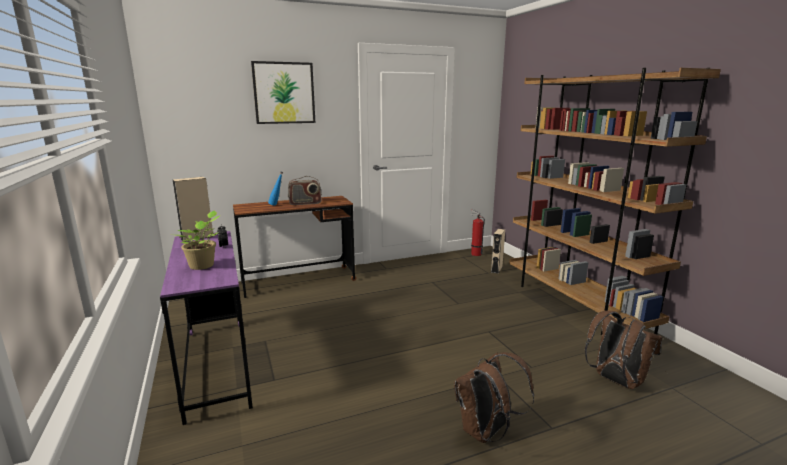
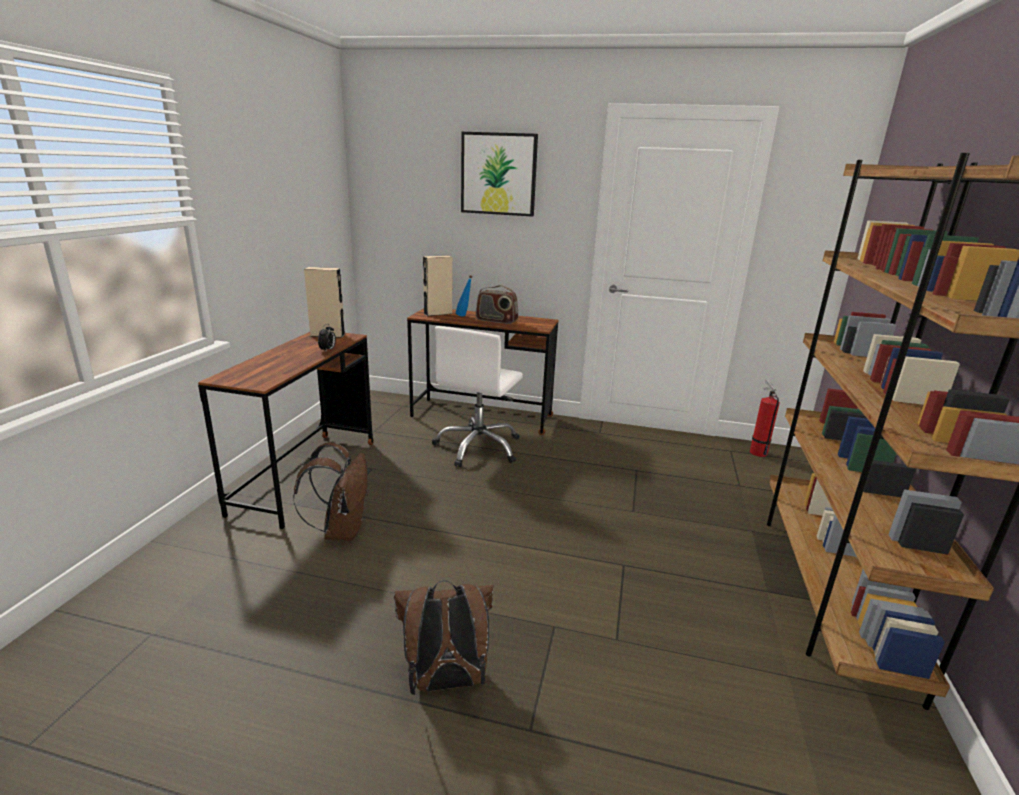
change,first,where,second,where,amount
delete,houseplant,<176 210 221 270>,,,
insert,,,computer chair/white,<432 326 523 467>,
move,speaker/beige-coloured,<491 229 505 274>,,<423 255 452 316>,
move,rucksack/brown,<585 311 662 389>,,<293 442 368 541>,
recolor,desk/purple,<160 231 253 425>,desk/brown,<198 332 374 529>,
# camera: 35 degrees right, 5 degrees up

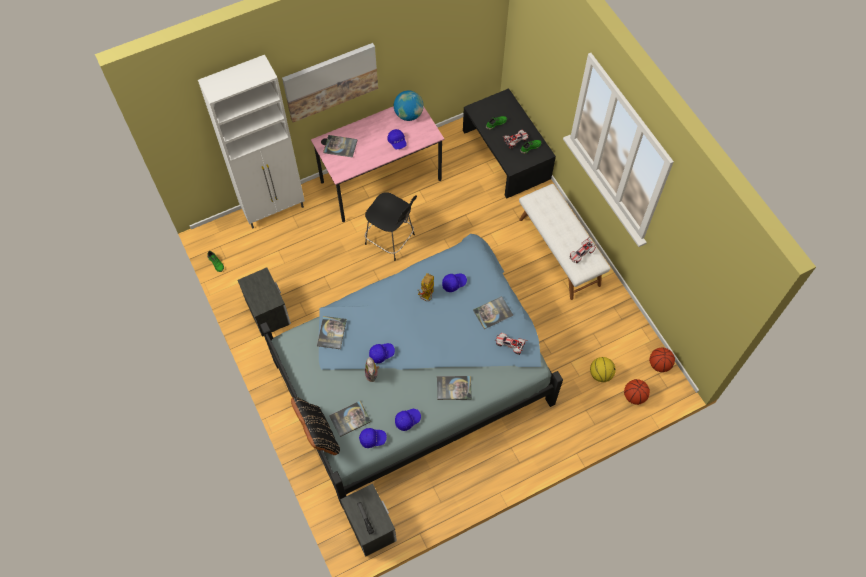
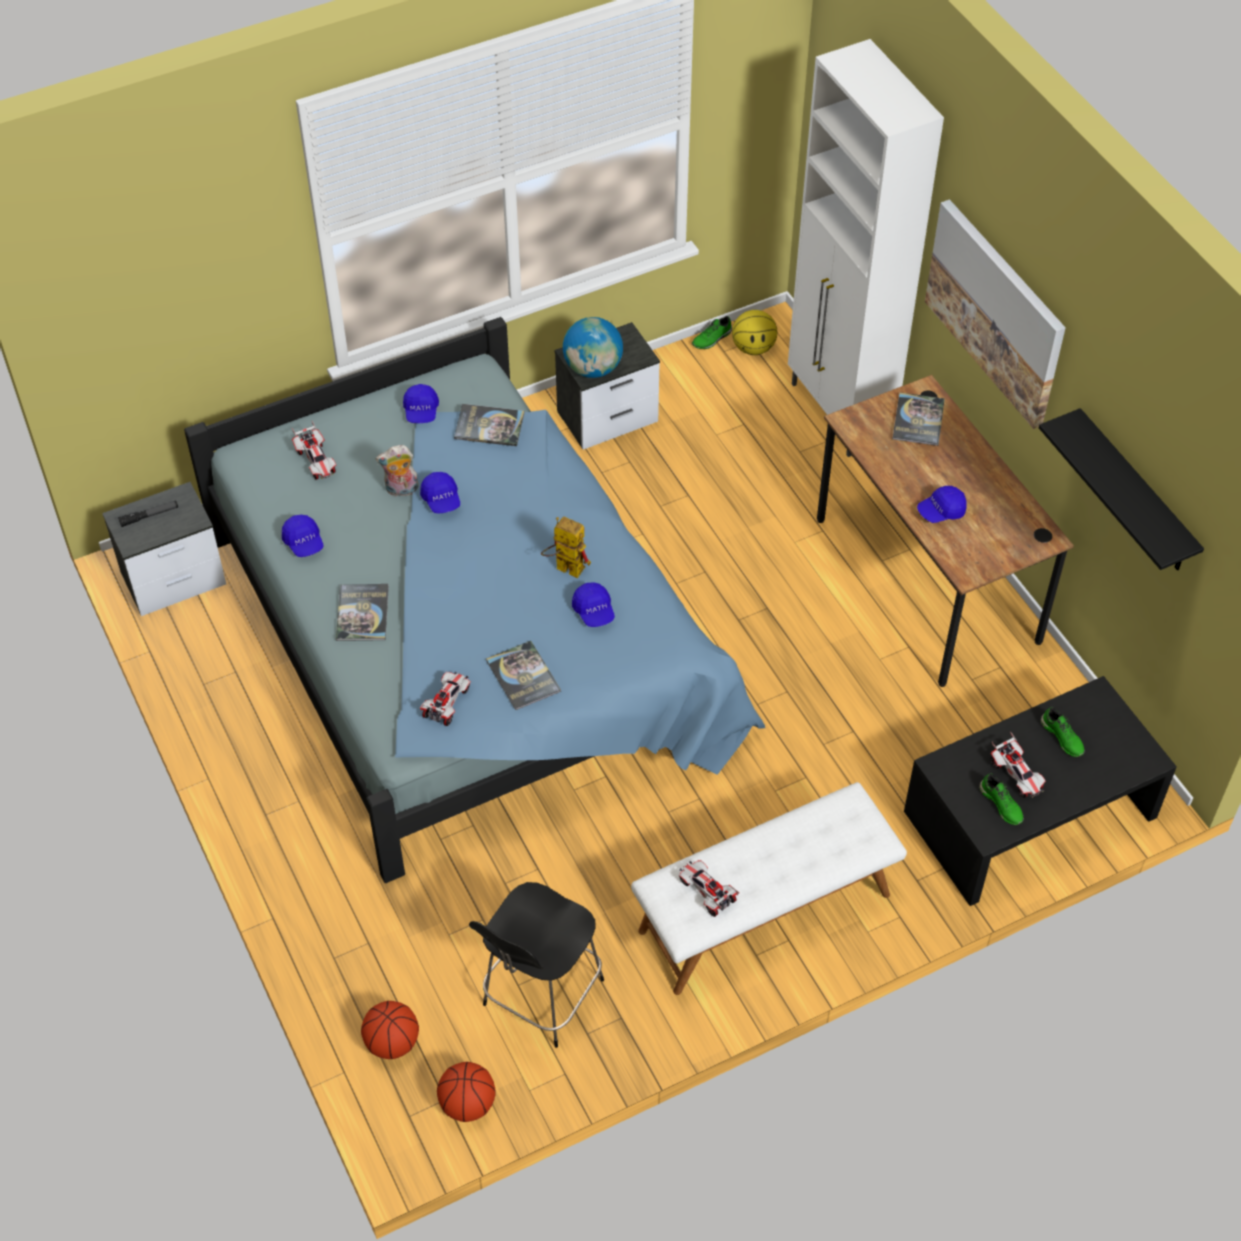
change,first,where,second,where,amount
delete,pillow/blackish,<291 396 340 455>,,,
insert,,,wall shelf/blackish,<1039 408 1204 571>,
move,baseball cap/blue-coloured,<359 428 387 448>,,<403 384 439 423>,
move,stool seat/blackish,<365 192 417 261>,,<469 882 604 1048>,
move,globe,<394 90 424 121>,,<563 317 623 378>,
move,basketball,<590 357 616 382>,,<732 310 777 355>,
replace,bound book,<329 401 371 437>,toy car,<292 421 336 479>,
recolor,desk/pink,<311 106 444 222>,desk/brown,<817 375 1074 687>,
# camera: 90 degrees right, 10 degrees down

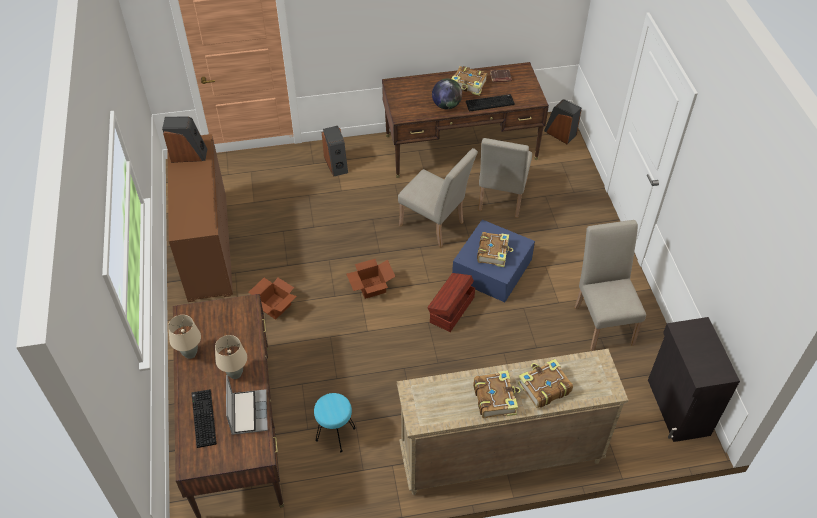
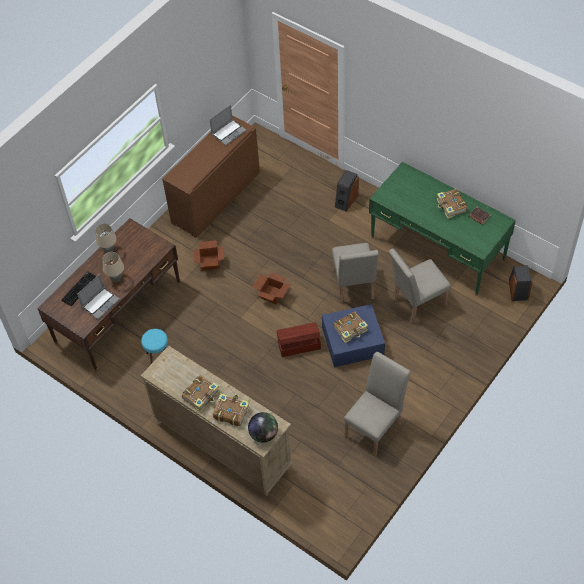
change,first,where,second,where,amount
delete,computer keyboard,<466 94 515 112>,,,
delete,cabinet/blackish,<648 317 740 442>,,,
move,globe,<432 79 462 109>,,<248 412 278 443>,
replace,speaker,<162 116 207 163>,notebook computer,<210 104 246 145>,
recolor,desk/brown,<382 62 549 178>,desk/green,<369 162 516 296>,
# camera: 50 degrees right, 5 degrees up

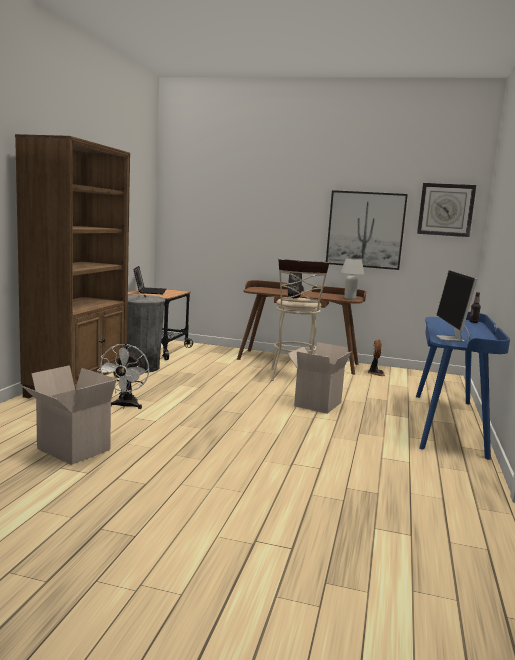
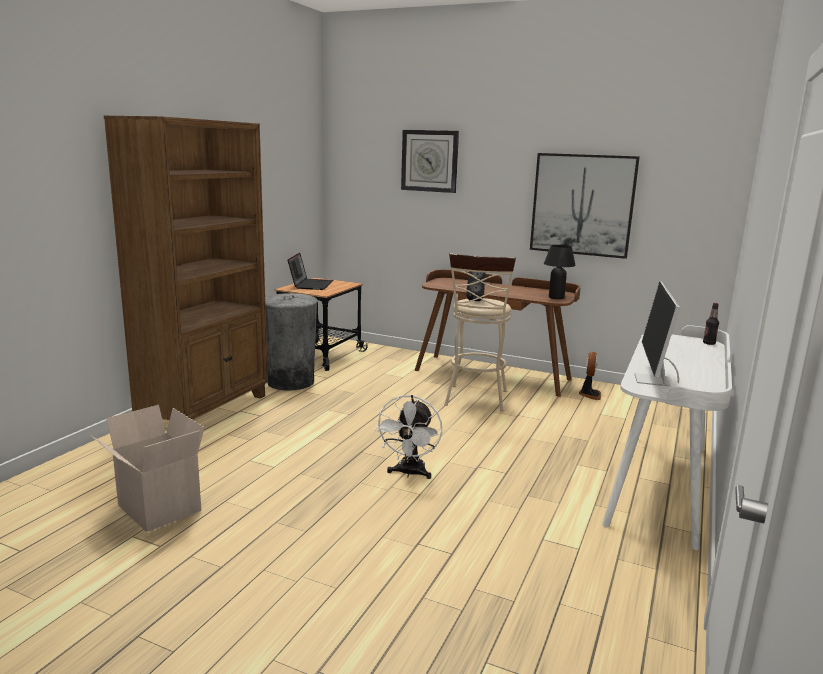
change,first,where,second,where,amount
delete,packing box,<288 342 352 414>,,,
move,cooling fan/white,<97 344 149 409>,,<375 395 442 479>,
move,hanging clock,<417 183 476 237>,,<401 130 459 193>,
recolor,table lamp/white,<341 258 364 300>,table lamp/blackish,<544 245 576 299>,
recolor,desk/blue-coloured,<416 312 510 460>,desk/white,<602 325 732 550>,
# camera: 10 degrees right, 5 degrees up

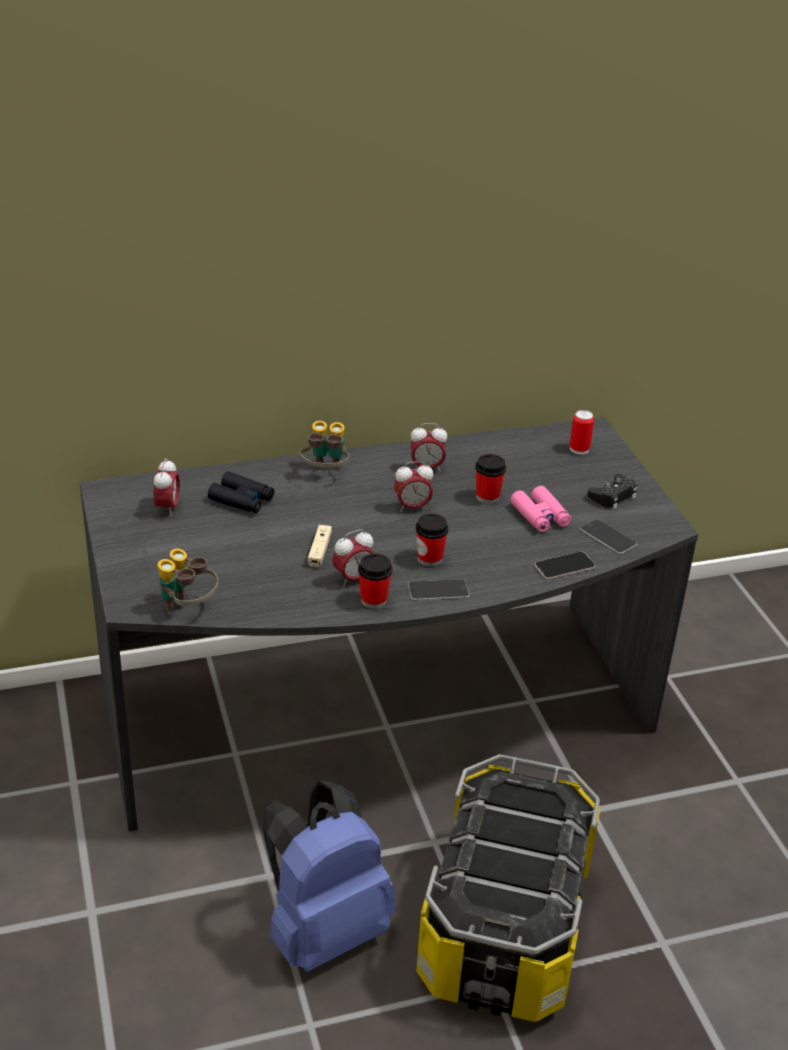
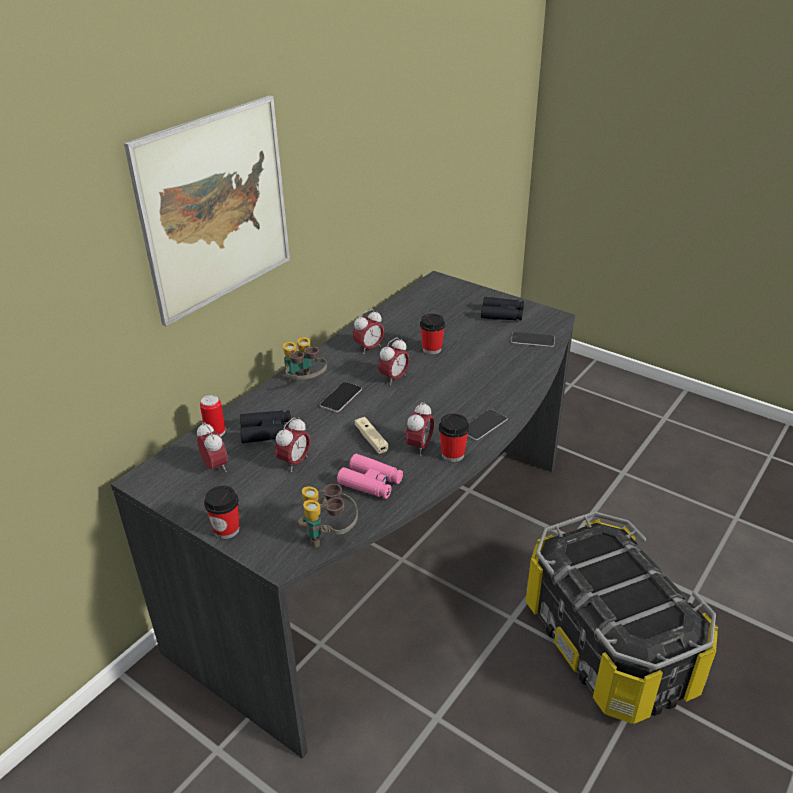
change,first,where,second,where,amount
delete,rucksack/blue-coloured,<262 781 395 972>,,,
insert,,,wall picture,<124 95 290 326>,
insert,,,table clock,<275 417 310 472>,
move,drinking cup,<416 514 449 567>,,<204 486 240 539>,
move,binoculars/pink,<510 486 571 532>,,<337 454 403 499>,
move,phone,<535 551 595 579>,,<320 382 362 412>,
move,sealed can,<570 410 594 454>,,<200 395 225 437>,
replace,joypad/blackish,<587 474 637 509>,binoculars/blackish,<481 297 524 320>,
# camera: 35 degrees left, 0 degrees up

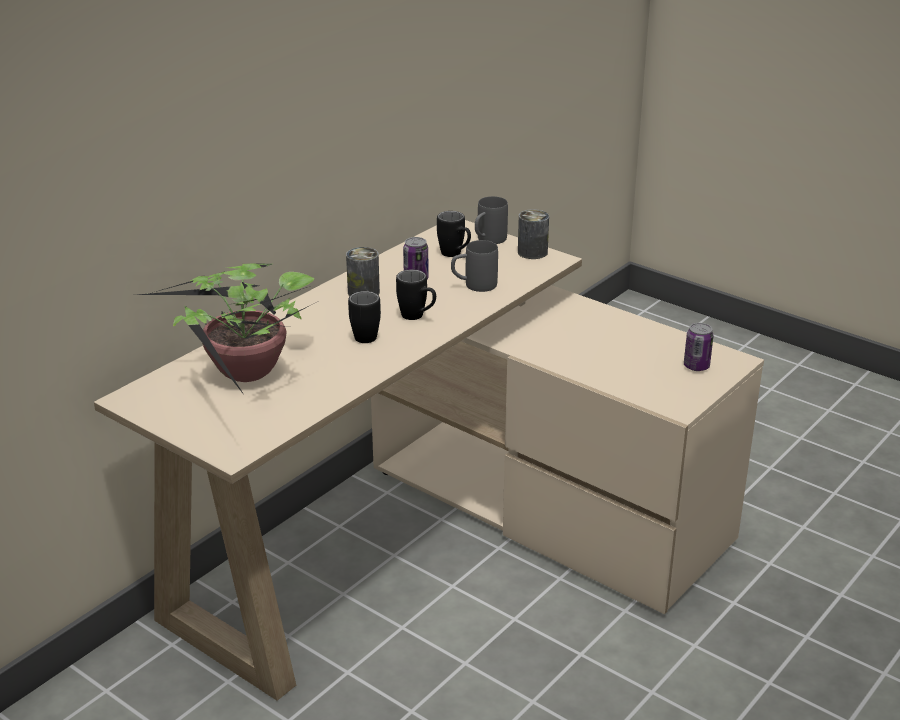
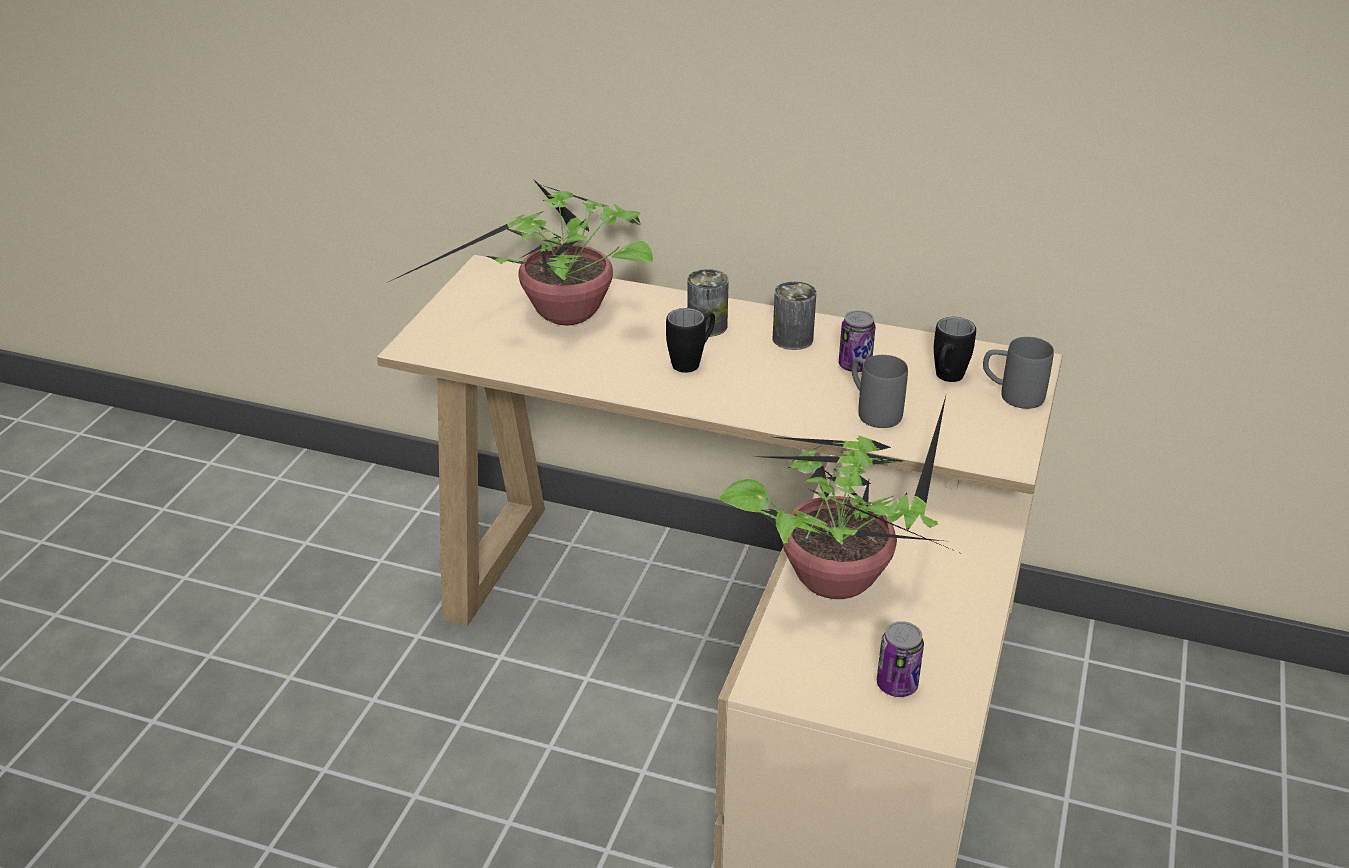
change,first,where,second,where,amount
delete,tea mug/blackish,<396 269 436 320>,,,
insert,,,houseplant,<718 396 964 599>,
move,sealed can,<518 209 549 259>,,<687 269 729 337>,
# camera: 70 degrees right, 5 degrees up

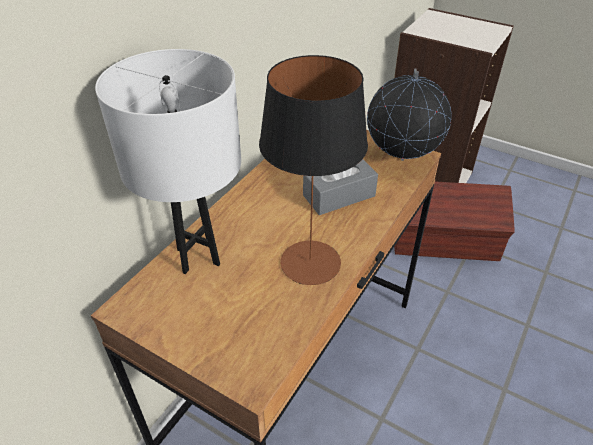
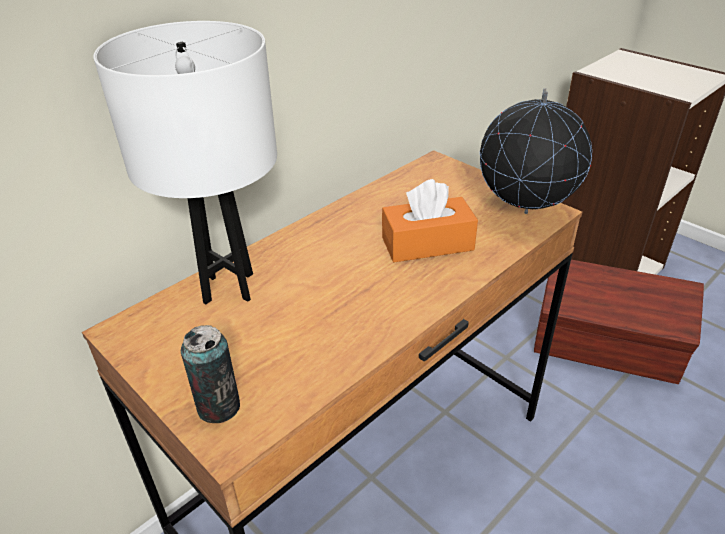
change,first,where,second,where,amount
delete,table lamp,<259 55 368 285>,,,
insert,,,sealed can,<181 325 240 423>,
recolor,tissue holder/gray,<303 159 378 215>,tissue holder/orange-coloured,<382 179 478 262>,
# camera: 15 degrees right, 5 degrees down

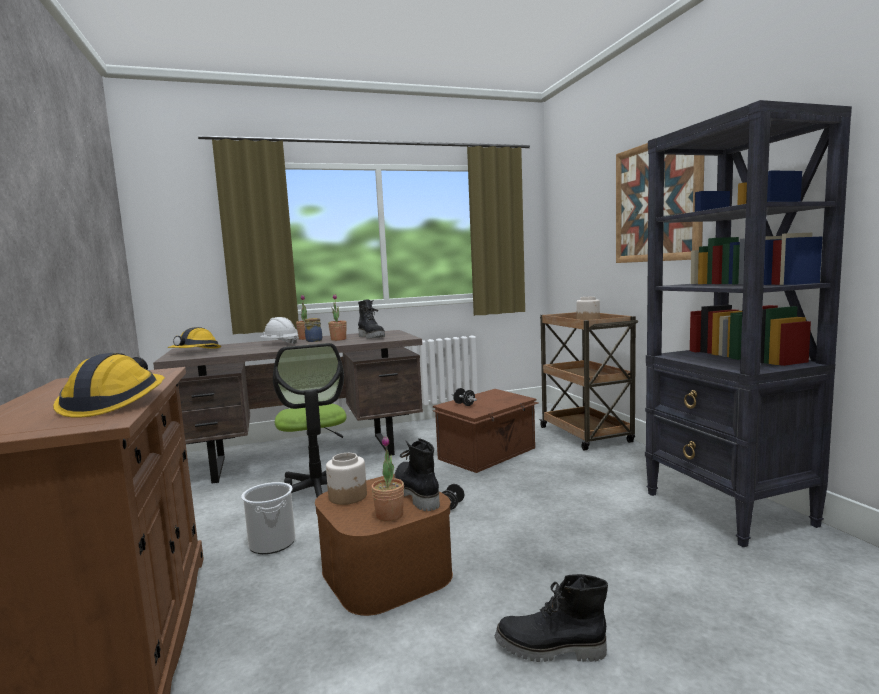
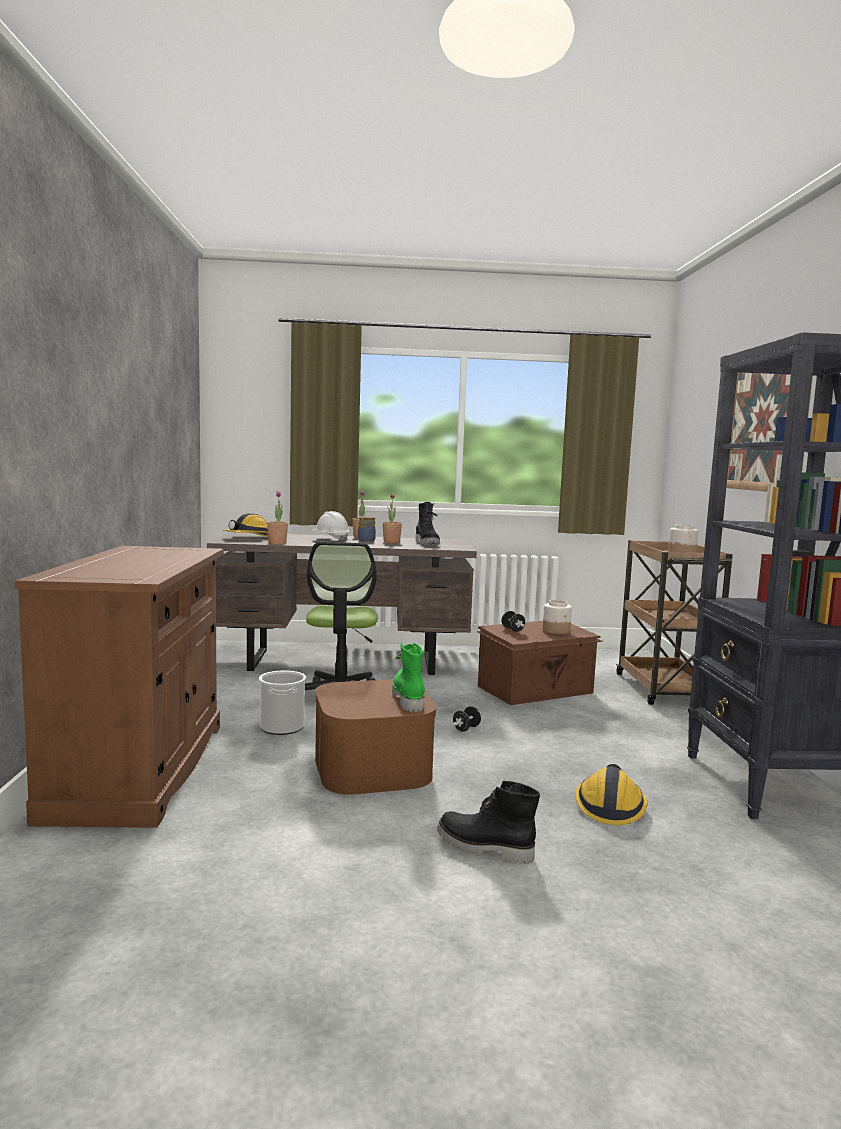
change,first,where,second,where,amount
move,safety helmet,<53 353 165 418>,,<575 764 648 825>,
move,storage jar,<326 453 367 505>,,<543 600 572 634>,
move,houseplant,<371 436 404 521>,,<267 491 288 544>,
recolor,tall boot/blackish,<394 438 440 511>,tall boot/green,<392 643 425 712>,
# camera: 15 degrees right, 0 degrees up

